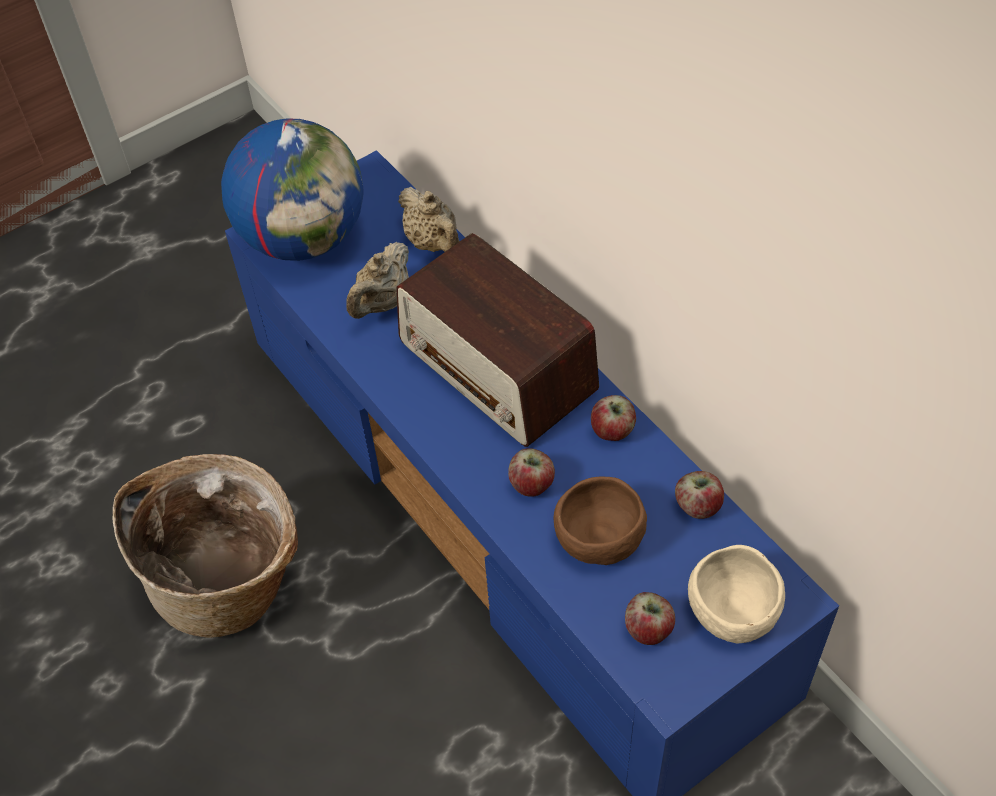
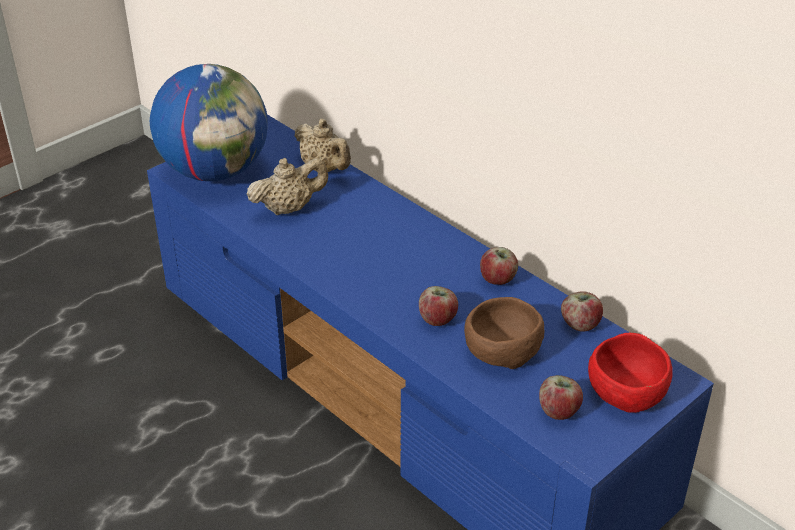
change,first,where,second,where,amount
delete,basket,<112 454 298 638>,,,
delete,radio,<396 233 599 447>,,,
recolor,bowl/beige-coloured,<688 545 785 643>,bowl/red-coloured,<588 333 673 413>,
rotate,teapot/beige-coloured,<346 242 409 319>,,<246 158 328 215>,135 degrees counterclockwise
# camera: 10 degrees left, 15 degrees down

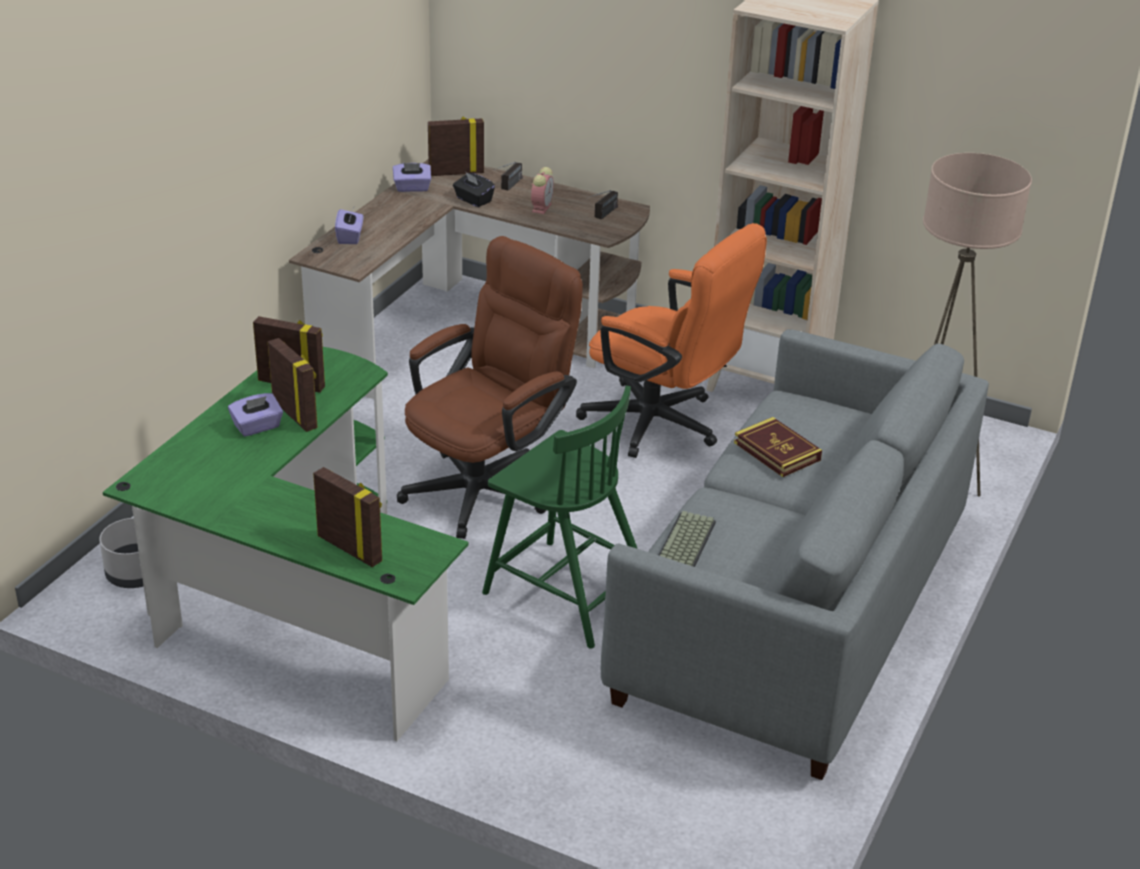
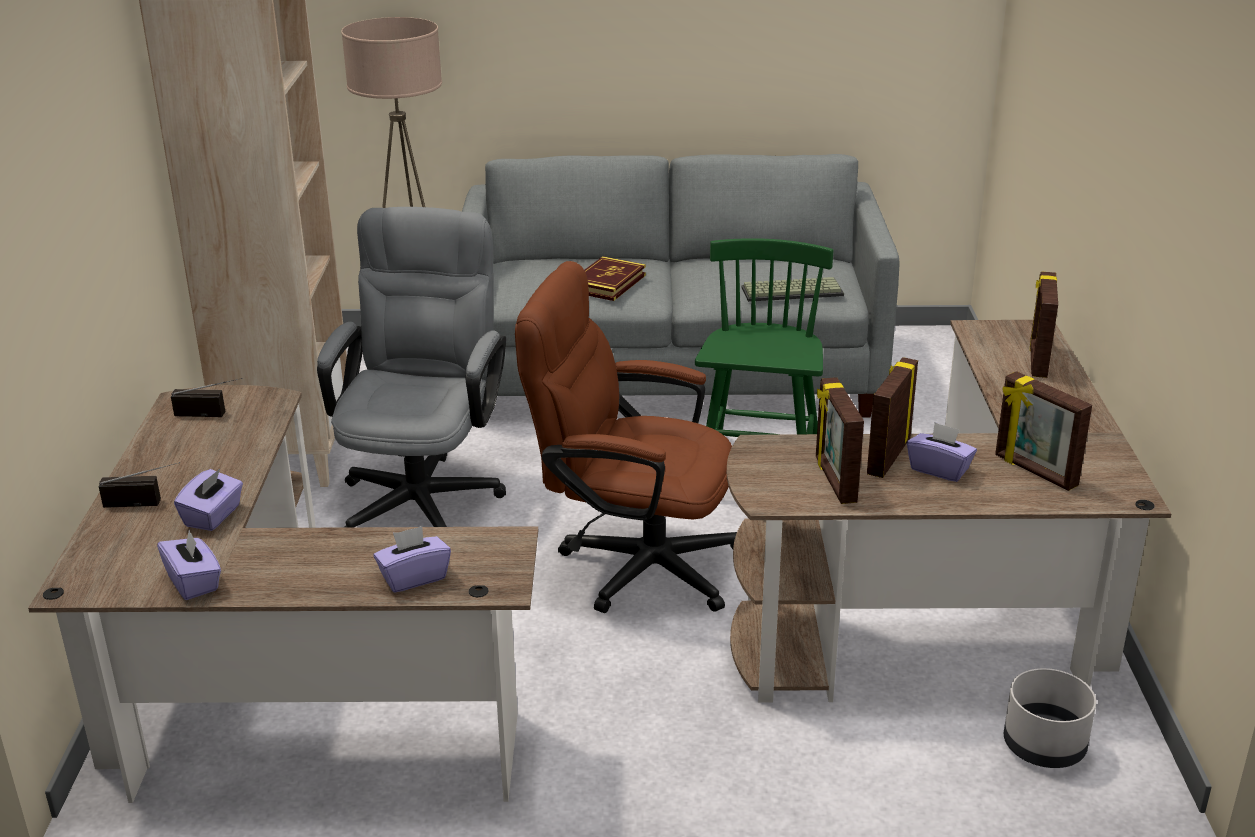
change,first,where,second,where,amount
delete,table clock,<531 167 554 214>,,,
move,photo frame,<428 117 484 176>,,<995 371 1092 491>,
recolor,desk/green,<103 347 469 741>,desk/brown,<727 320 1171 702>,
recolor,tissue holder/blackish,<453 172 495 207>,tissue holder/purple,<174 469 243 531>,
recolor,computer chair/orange-coloured,<576 223 767 458>,computer chair/gray,<317 207 506 527>,
# camera: 115 degrees left, 5 degrees down

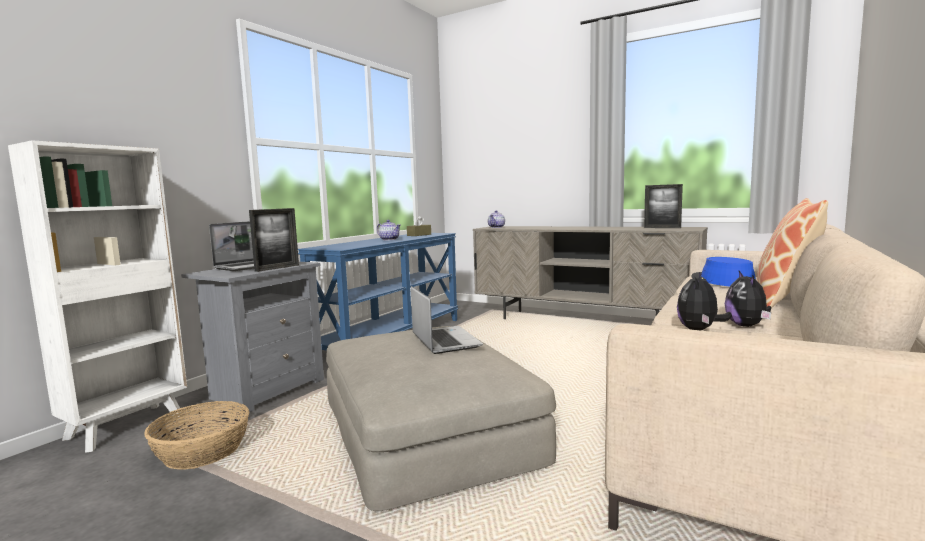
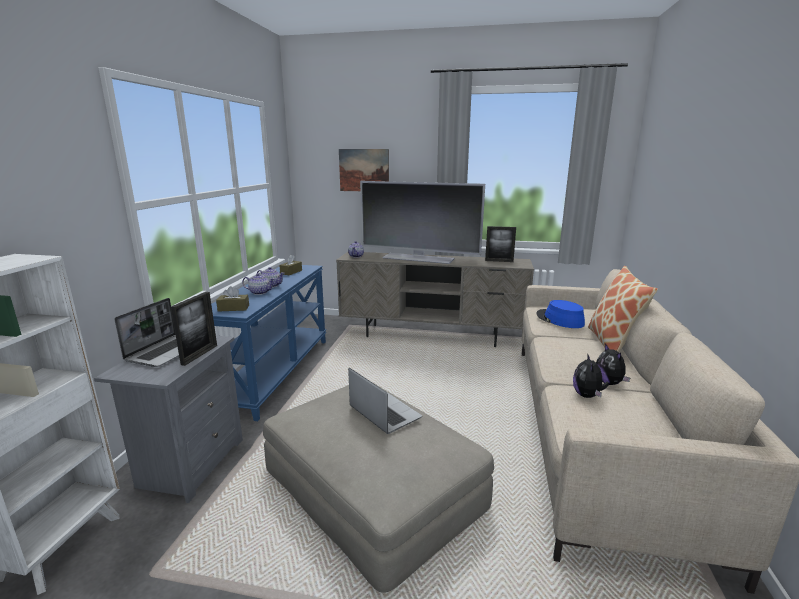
change,first,where,second,where,amount
delete,basket,<144 401 249 470>,,,
insert,,,tissue holder/brown,<216 286 249 311>,
insert,,,teapot,<242 273 275 295>,
insert,,,wall picture,<339 149 389 191>,
insert,,,TV set,<360 181 485 264>,
# camera: 20 degrees left, 10 degrees up

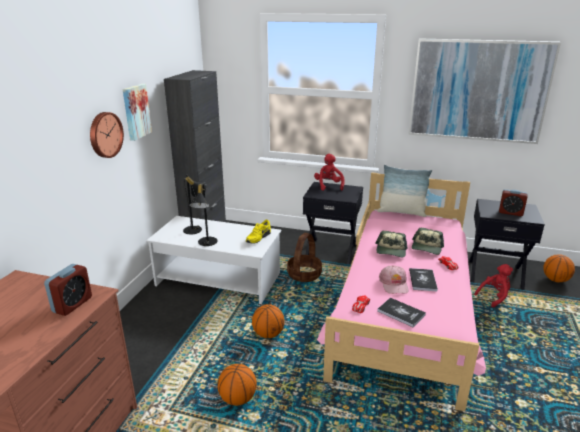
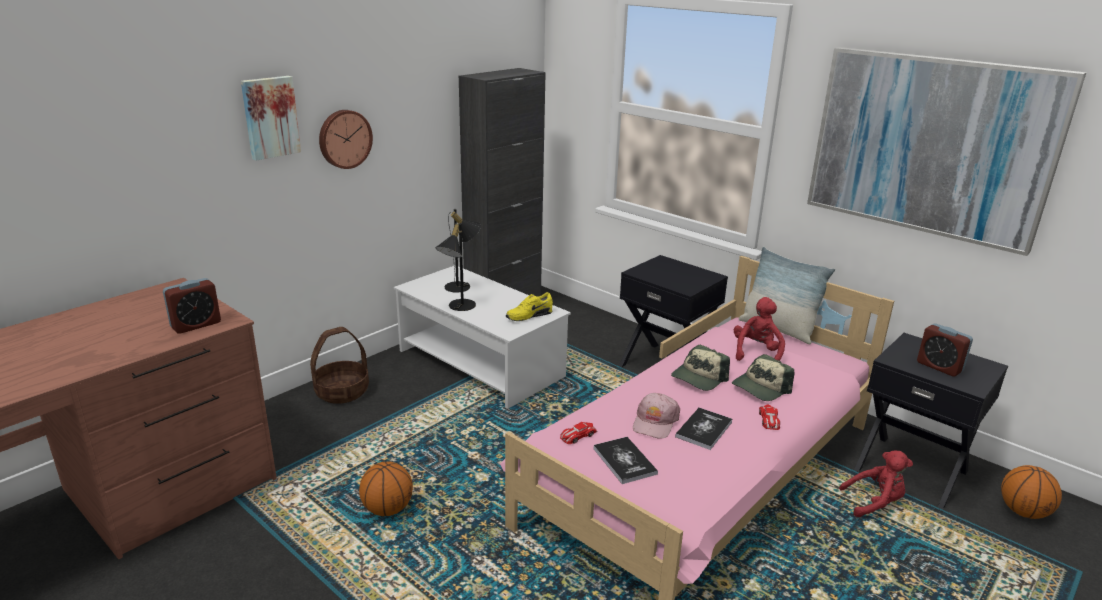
change,first,where,second,where,amount
delete,basketball,<252 304 284 338>,,,
move,wall picture,<123 84 152 141>,,<241 76 301 161>,
move,basket,<287 233 322 282>,,<310 327 369 404>,
move,plush toy/red-coloured,<314 154 345 191>,,<734 297 785 361>,
# camera: 25 degrees right, 0 degrees up

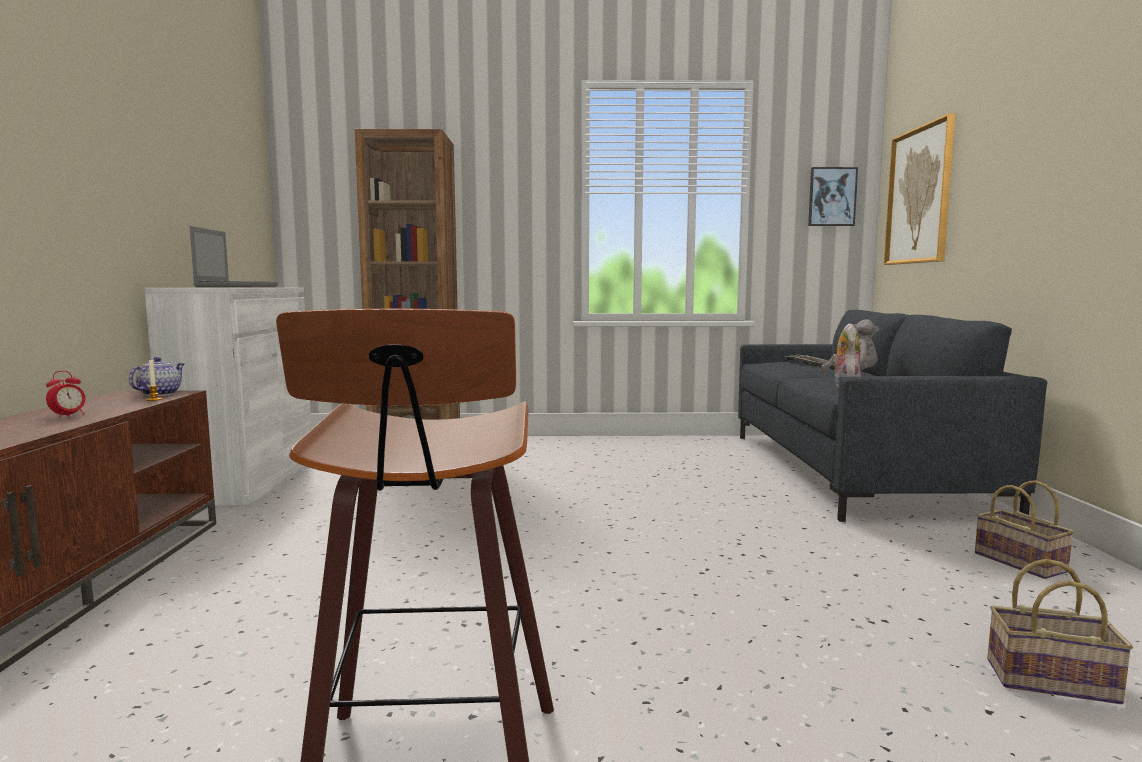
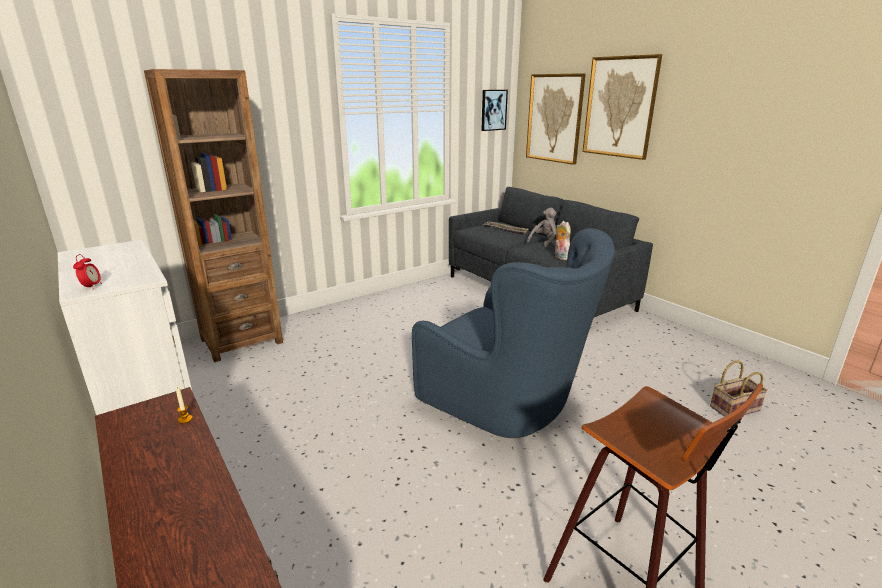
change,first,where,second,where,amount
delete,teapot,<129 357 184 396>,,,
delete,notebook computer,<190 226 278 287>,,,
delete,basket,<975 480 1074 579>,,,
insert,,,lounge chair/blue-coloured,<412 228 615 438>,
insert,,,wall picture,<582 54 662 160>,
move,table clock,<46 371 86 418>,,<73 254 102 290>,
# camera: 35 degrees left, 15 degrees up

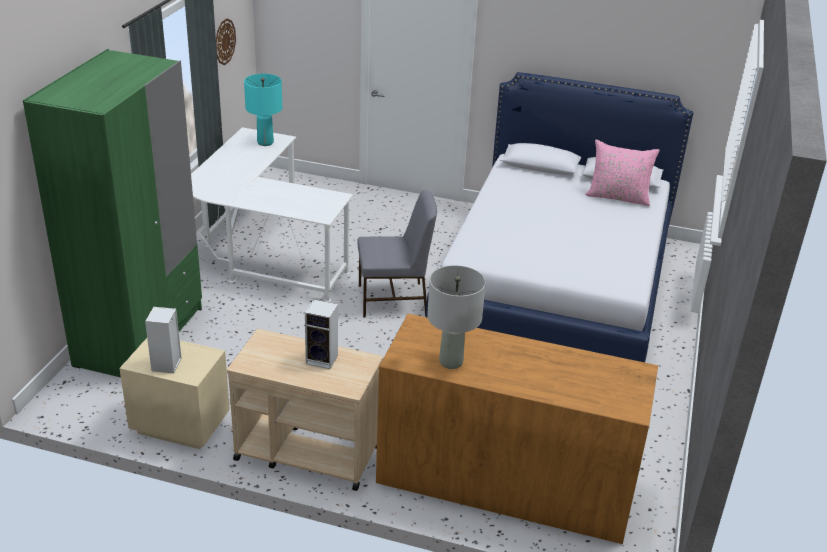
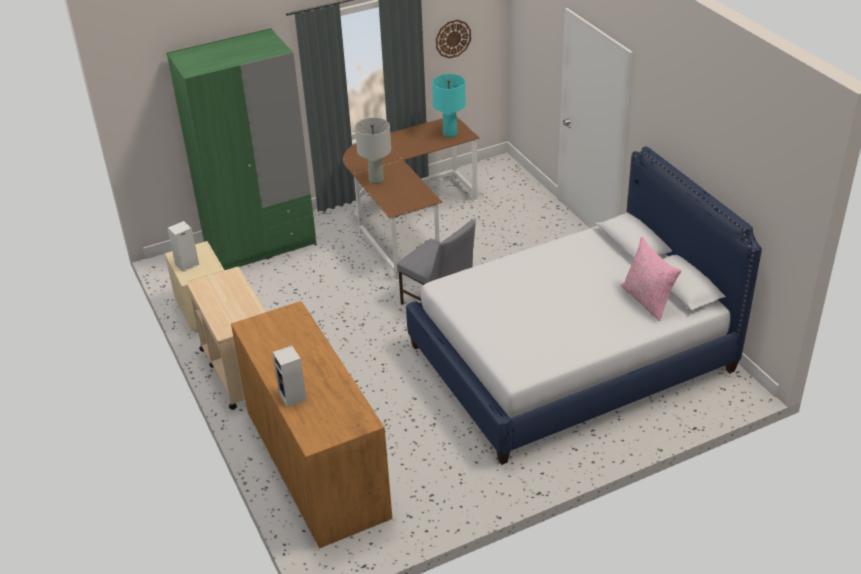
change,first,where,second,where,amount
move,speaker,<305 299 338 369>,,<272 345 307 407>,
move,table lamp/gray,<427 265 486 369>,,<355 118 391 184>,
recolor,desk/white,<191 127 353 302>,desk/brown,<343 117 480 281>,
# camera: 50 degrees right, 5 degrees up

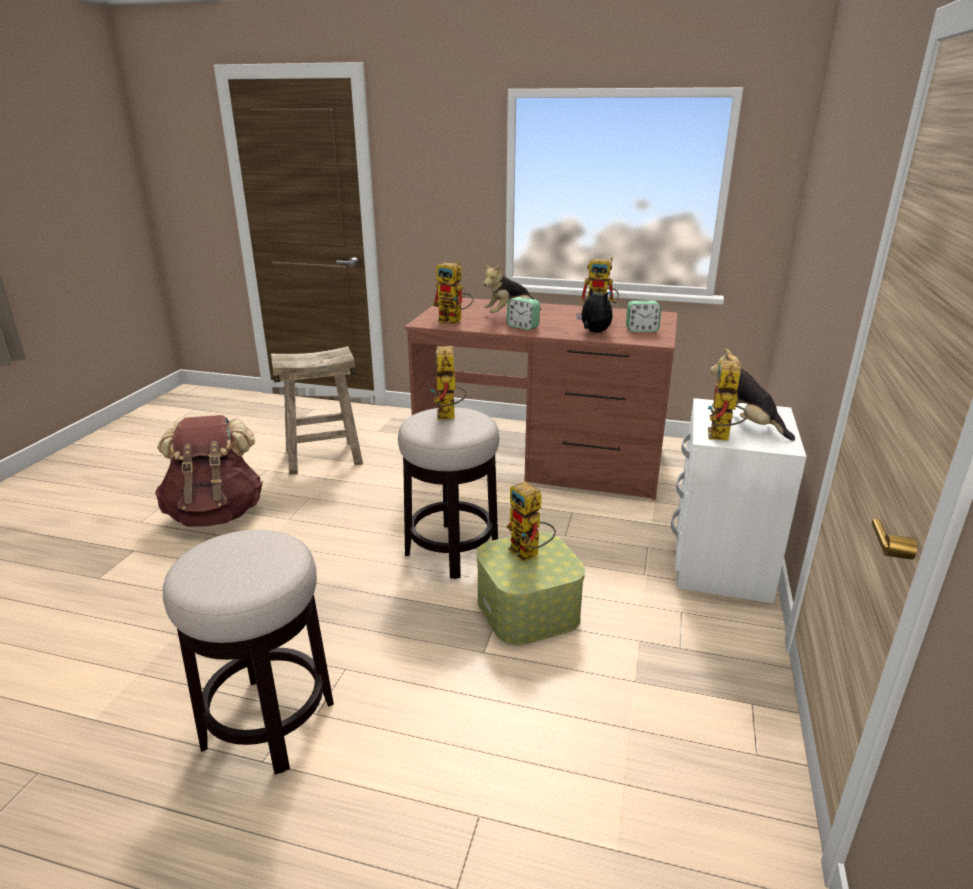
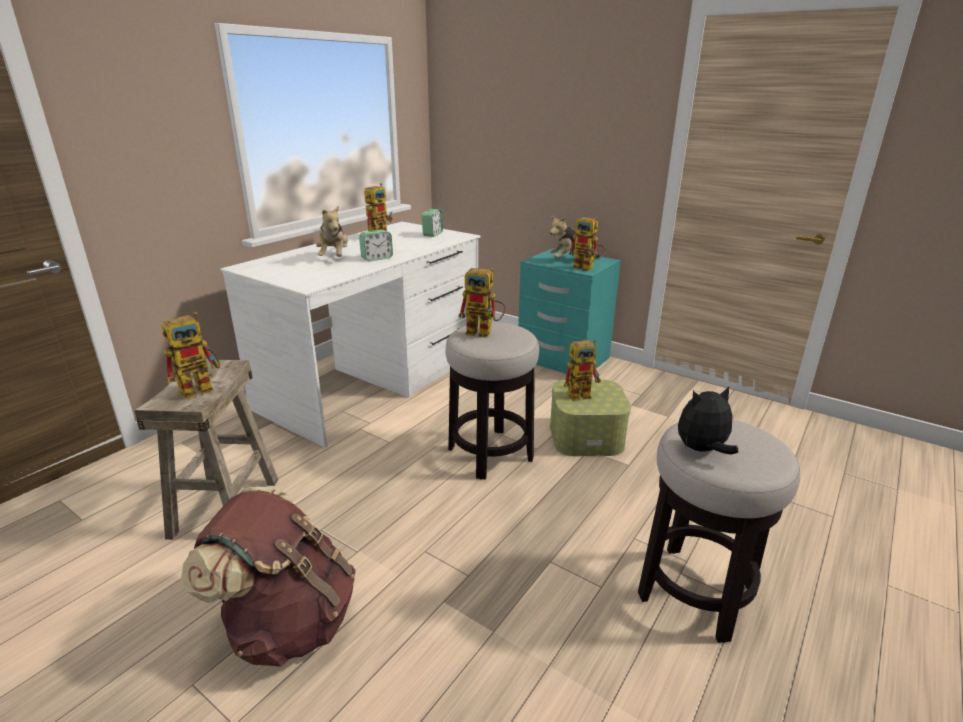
change,first,where,second,where,amount
move,robot figure,<432 262 474 324>,,<161 312 220 399>,
move,plush toy,<576 288 613 333>,,<678 386 738 454>,
recolor,desk/brown,<404 297 678 500>,desk/white,<220 222 481 448>,
recolor,night table/white,<671 398 807 604>,night table/turquoise-coloured,<518 248 621 374>,
# camera: 70 degrees left, 0 degrees up

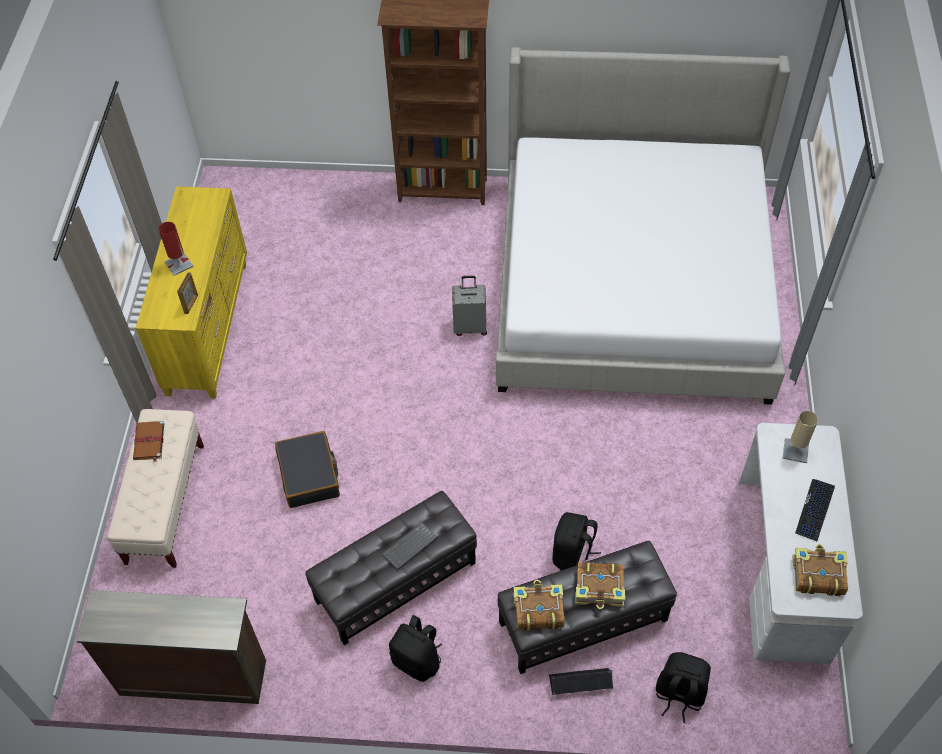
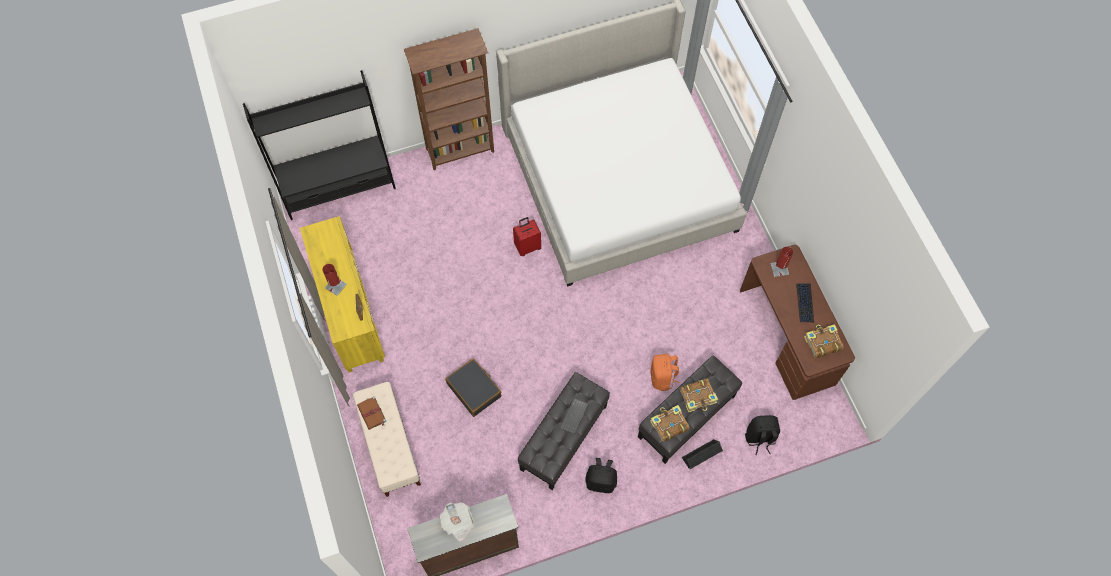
change,first,where,second,where,amount
insert,,,bookshelf/blackish,<243 70 396 220>,
insert,,,daily paper,<440 502 475 541>,
recolor,piece of luggage/gray,<452 276 487 336>,piece of luggage/red-coloured,<513 217 541 256>,
recolor,rucksack/blackish,<552 512 601 571>,rucksack/orange-coloured,<651 354 680 391>,
recolor,desk/white,<739 423 863 664>,desk/brown,<740 245 855 400>,
recolor,table lamp/beige-coloured,<783 411 818 463>,table lamp/red-coloured,<770 247 793 277>,
# camera: 25 degrees left, 10 degrees up

